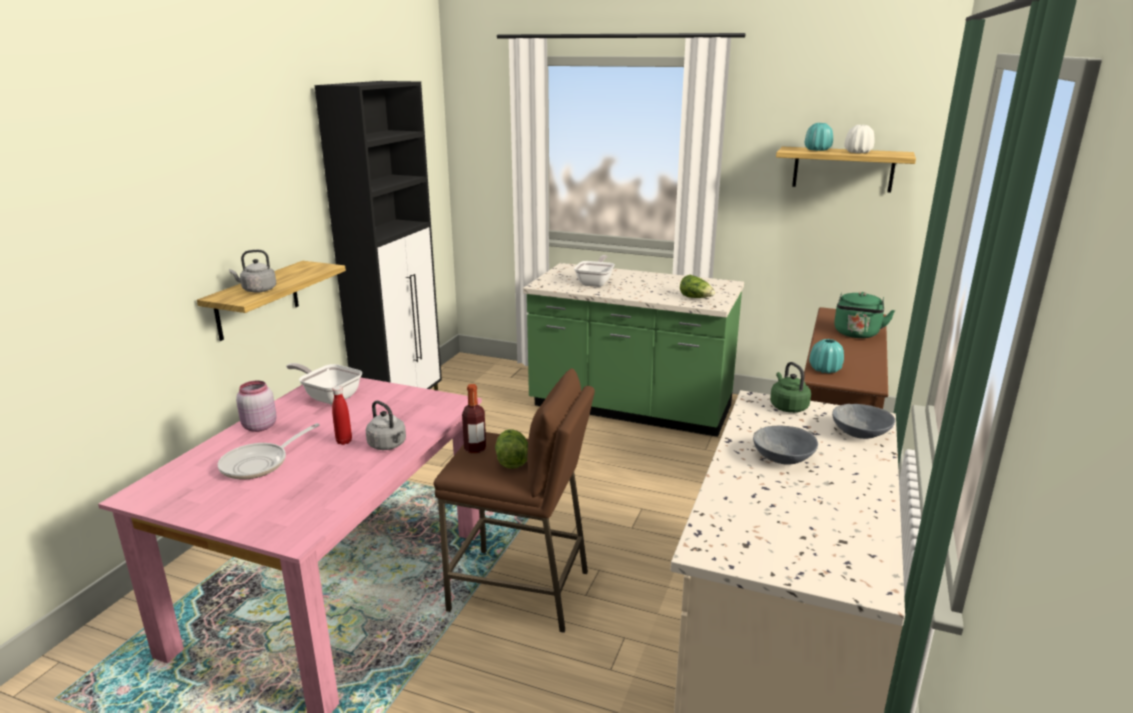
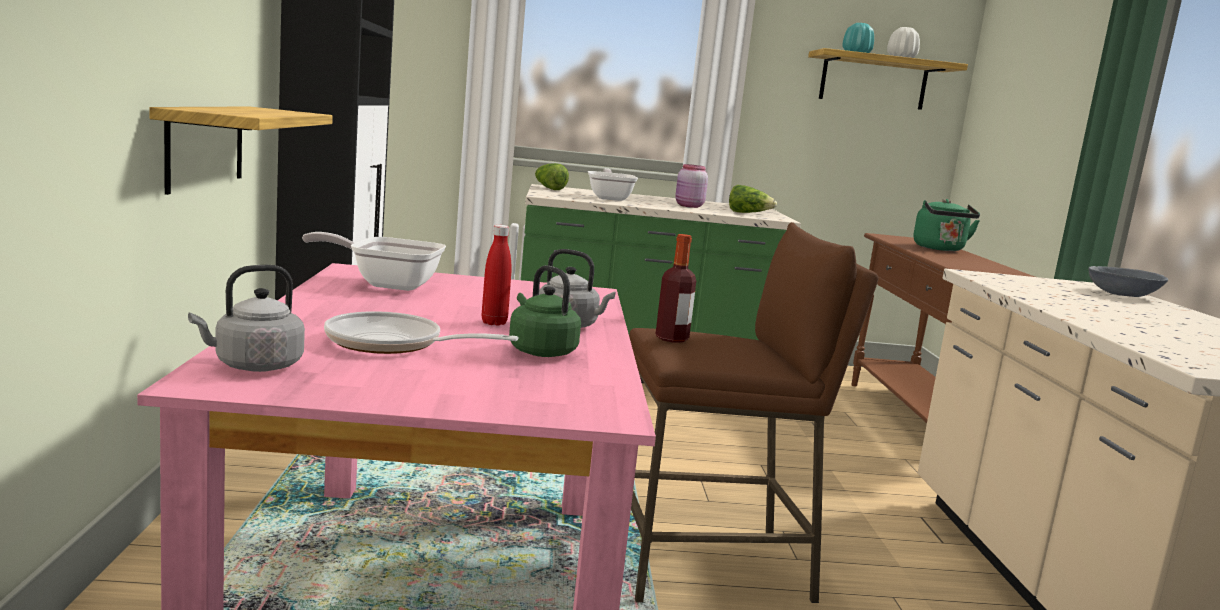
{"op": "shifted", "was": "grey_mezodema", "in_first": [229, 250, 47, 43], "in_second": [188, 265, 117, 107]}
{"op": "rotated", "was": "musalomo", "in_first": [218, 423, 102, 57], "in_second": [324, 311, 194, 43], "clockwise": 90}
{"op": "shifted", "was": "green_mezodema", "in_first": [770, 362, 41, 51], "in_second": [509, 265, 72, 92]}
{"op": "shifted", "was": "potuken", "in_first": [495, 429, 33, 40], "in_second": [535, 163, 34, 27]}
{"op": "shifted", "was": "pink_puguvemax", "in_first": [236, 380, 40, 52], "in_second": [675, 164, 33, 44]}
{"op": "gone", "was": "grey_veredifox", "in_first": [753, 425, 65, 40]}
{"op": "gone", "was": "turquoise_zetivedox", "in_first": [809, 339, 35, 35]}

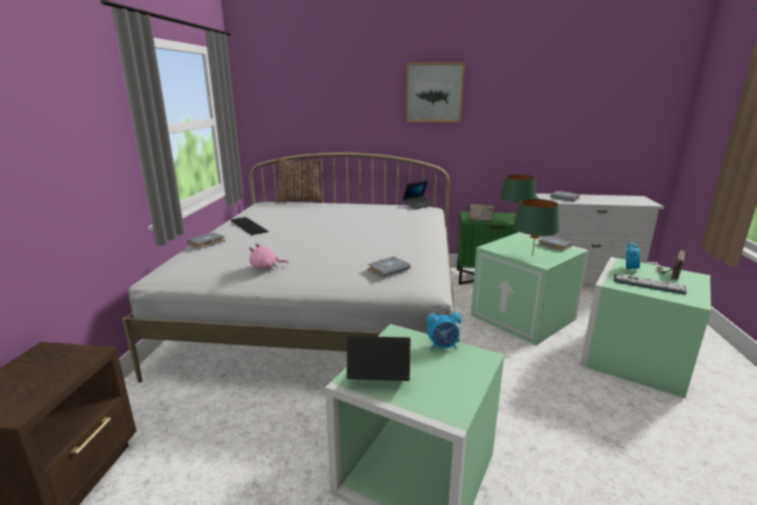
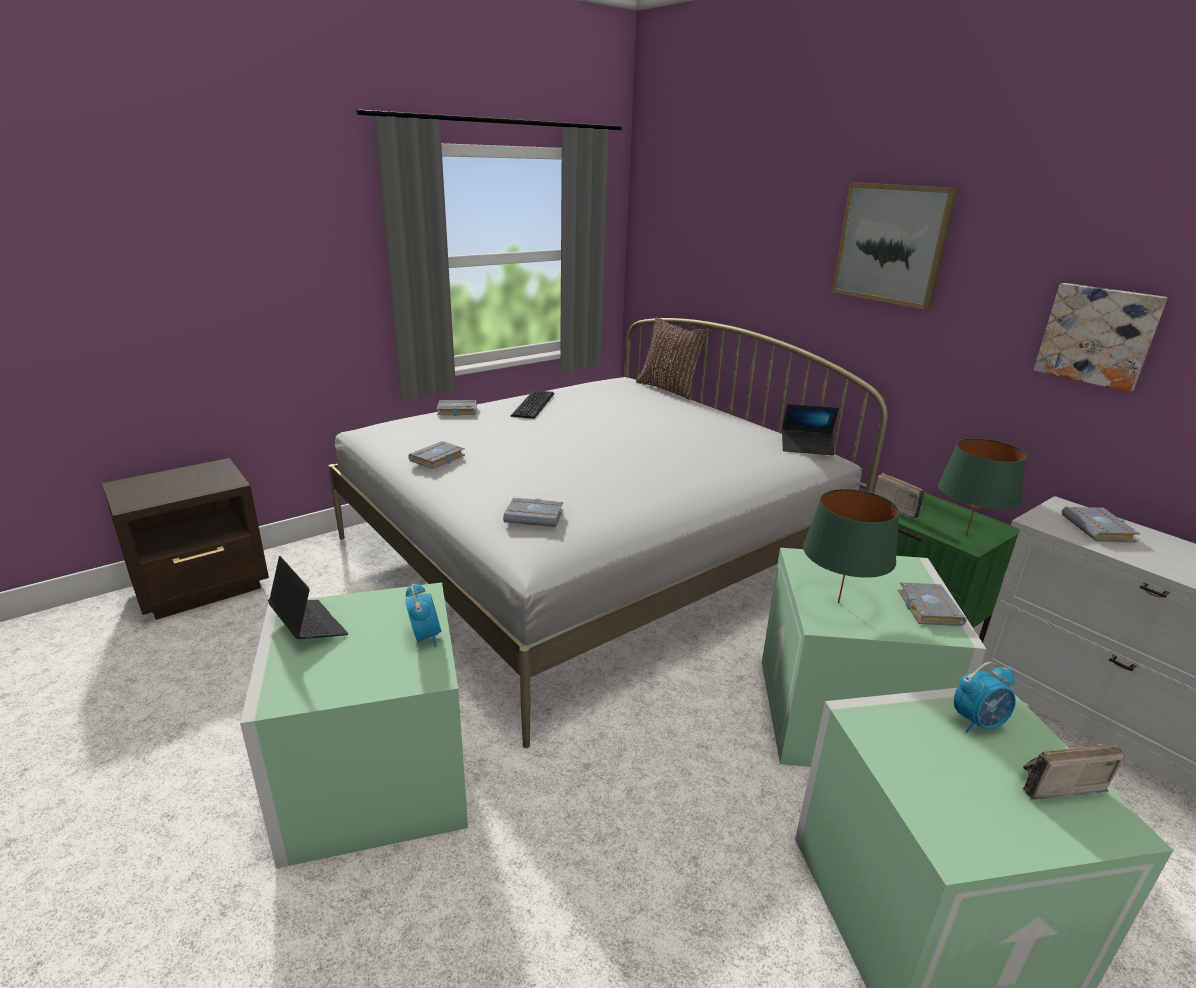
{"op": "rotated", "was": "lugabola", "in_first": [426, 307, 35, 43], "in_second": [405, 583, 37, 64], "clockwise": -150}
{"op": "swapped", "was": "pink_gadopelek", "now": "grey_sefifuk", "in_first": [249, 243, 39, 26], "in_second": [408, 441, 57, 28]}
{"op": "new", "now": "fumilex", "in_second": [1034, 283, 134, 109]}
{"op": "gone", "was": "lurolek", "in_first": [614, 274, 73, 21]}

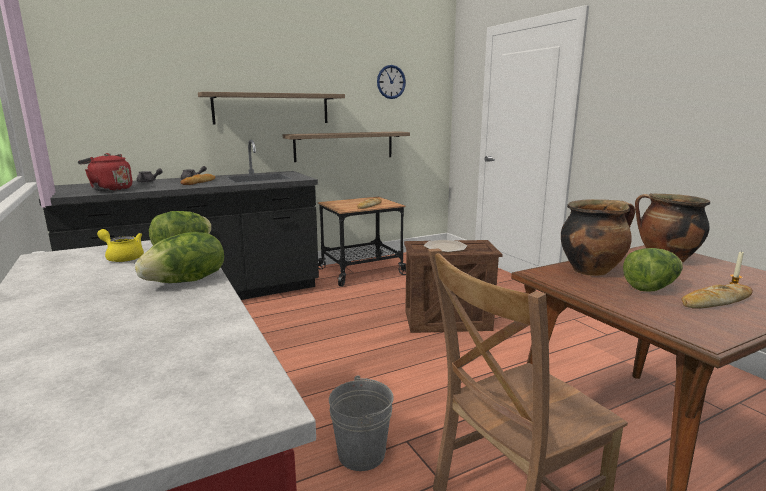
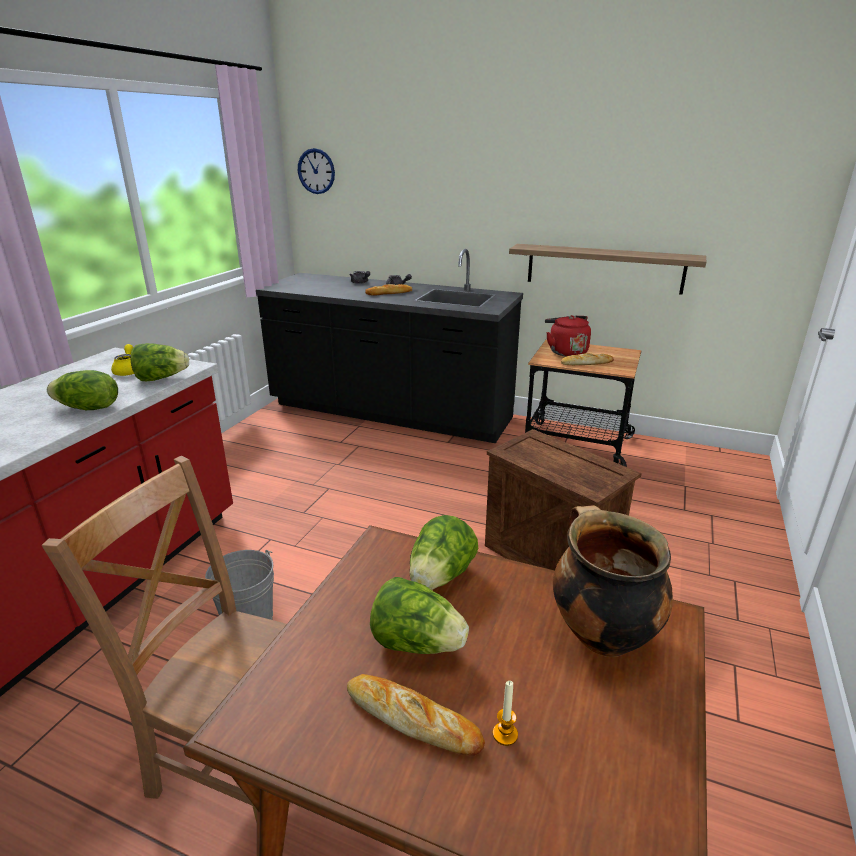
{"op": "shifted", "was": "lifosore", "in_first": [377, 65, 29, 34], "in_second": [298, 148, 37, 46]}
{"op": "swapped", "was": "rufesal", "now": "potuken", "in_first": [561, 199, 74, 77], "in_second": [409, 515, 69, 75]}
{"op": "shifted", "was": "red_mezodema", "in_first": [78, 153, 54, 39], "in_second": [545, 315, 46, 42]}
{"op": "gone", "was": "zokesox", "in_first": [198, 92, 147, 32]}
{"op": "gone", "was": "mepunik", "in_first": [424, 240, 43, 12]}

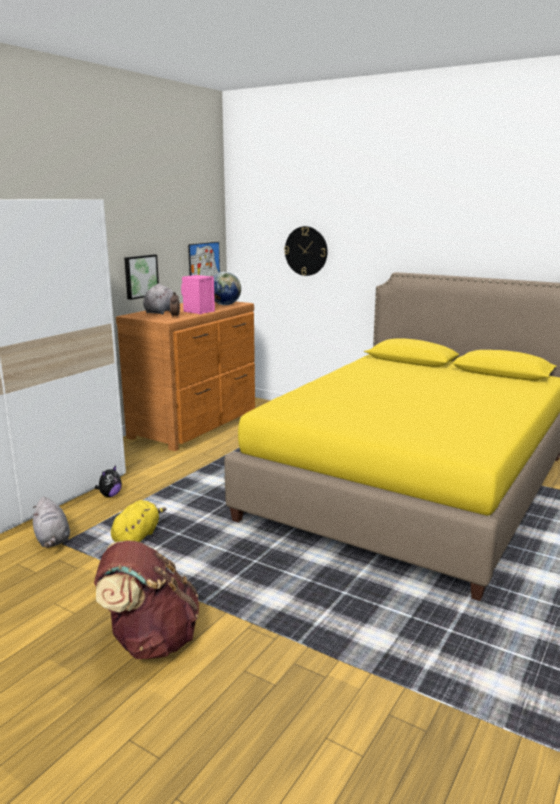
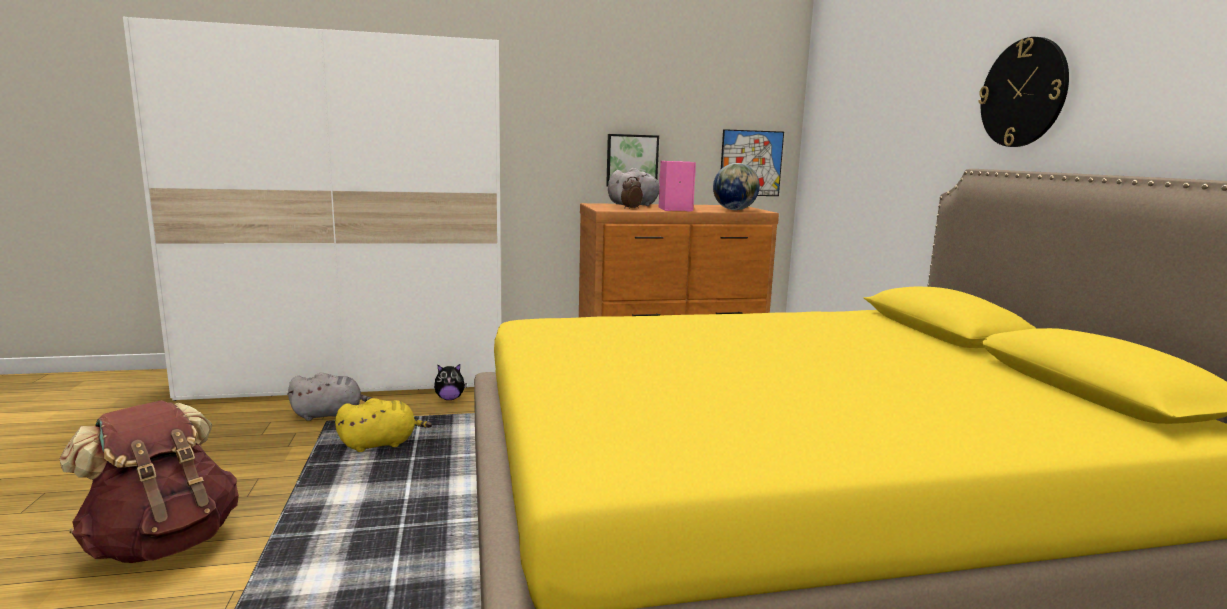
{"op": "rotated", "was": "grey_gadopelek", "in_first": [33, 497, 37, 51], "in_second": [287, 373, 85, 48], "clockwise": -120}
{"op": "shifted", "was": "lifosore", "in_first": [284, 226, 44, 50], "in_second": [978, 37, 91, 110]}

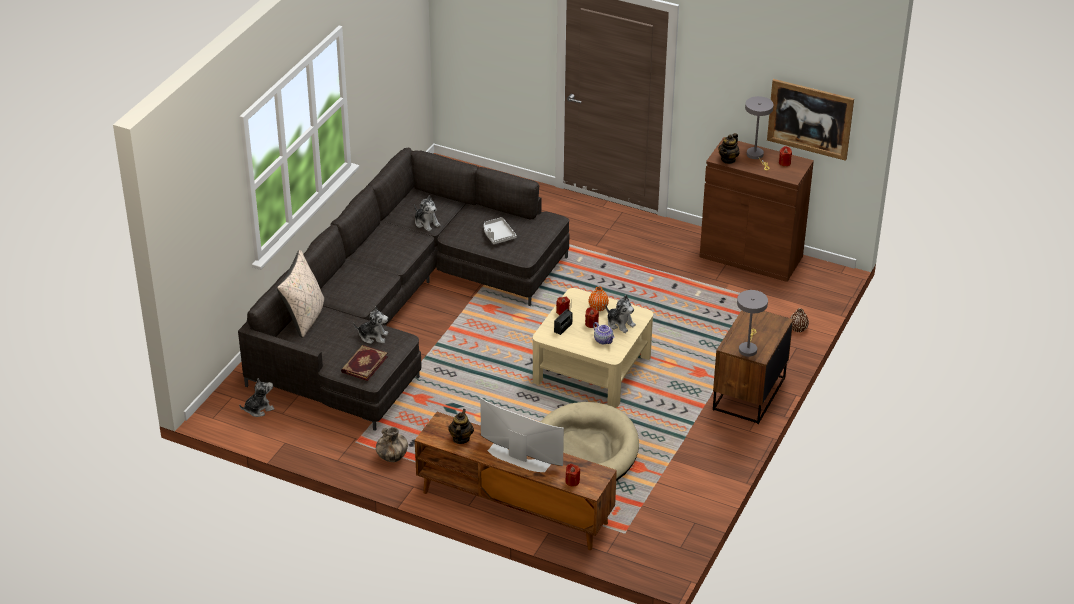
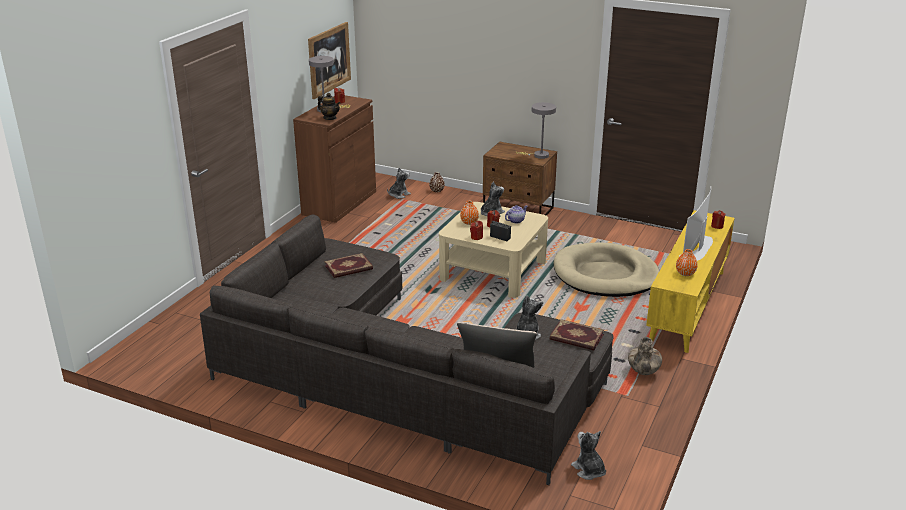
{"op": "swapped", "was": "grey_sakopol", "now": "sefifuk", "in_first": [484, 217, 32, 27], "in_second": [324, 253, 49, 25]}
{"op": "shifted", "was": "gadopelek", "in_first": [414, 195, 26, 37], "in_second": [387, 167, 24, 32]}
{"op": "repainted", "was": "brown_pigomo", "now": "yellow_pigomo", "in_first": [415, 412, 202, 138], "in_second": [646, 210, 89, 143]}
{"op": "swapped", "was": "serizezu", "now": "orange_zetivedox", "in_first": [448, 409, 26, 35], "in_second": [676, 249, 22, 27]}

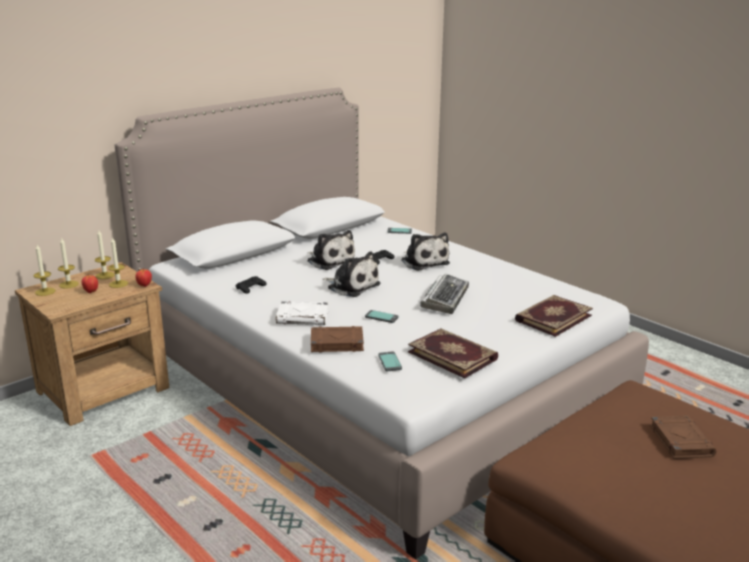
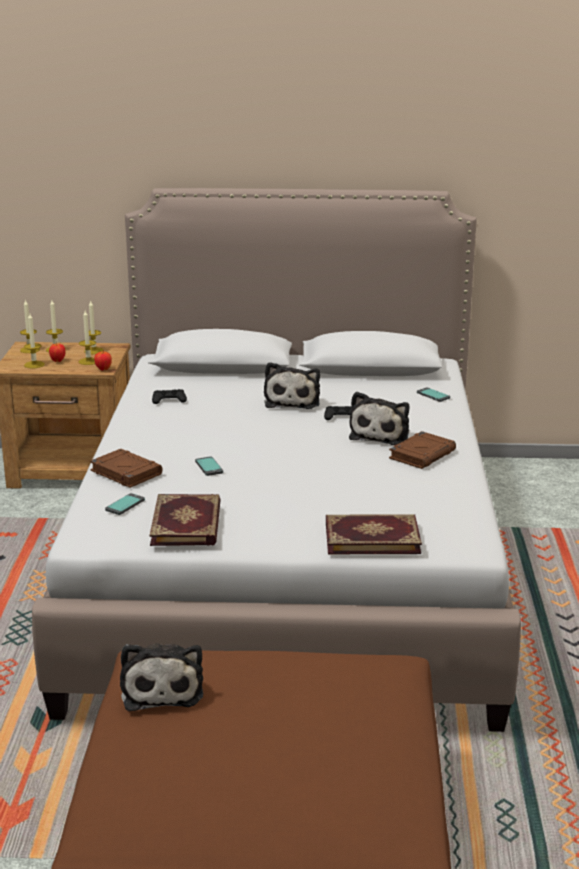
{"op": "new", "now": "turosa", "in_second": [24, 314, 21, 54]}
{"op": "shifted", "was": "gadopelek", "in_first": [323, 251, 58, 46], "in_second": [120, 643, 83, 68]}
{"op": "shifted", "was": "brown_sefifuk", "in_first": [650, 415, 66, 44], "in_second": [389, 431, 67, 38]}
{"op": "gone", "was": "white_sefifuk", "in_first": [276, 301, 53, 24]}
{"op": "gone", "was": "lurolek", "in_first": [420, 273, 49, 41]}

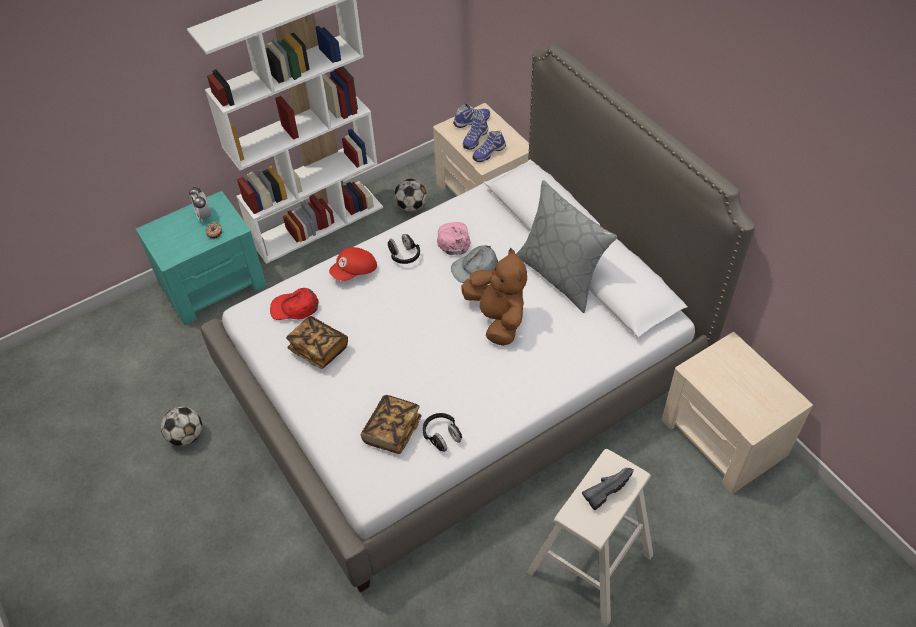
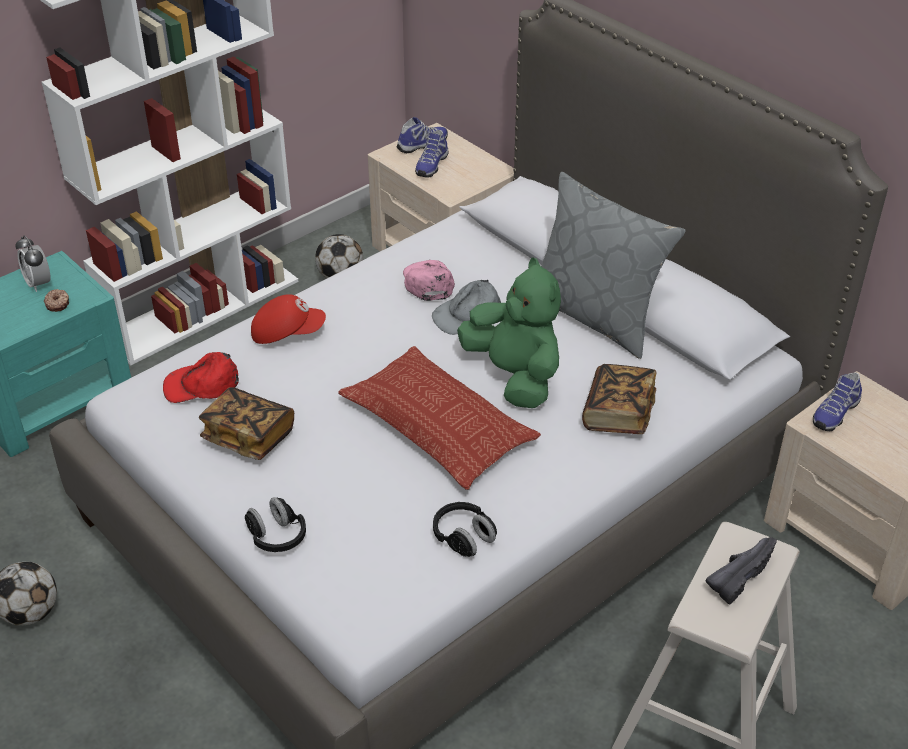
{"op": "shifted", "was": "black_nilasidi", "in_first": [388, 234, 32, 30], "in_second": [245, 497, 61, 55]}
{"op": "rotated", "was": "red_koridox", "in_first": [329, 247, 48, 34], "in_second": [251, 294, 75, 50], "clockwise": -135}
{"op": "new", "now": "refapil", "in_second": [338, 346, 203, 144]}
{"op": "repainted", "was": "brown_gadopelek", "now": "green_gadopelek", "in_first": [461, 248, 66, 98], "in_second": [457, 257, 104, 151]}
{"op": "shifted", "was": "sefifuk", "in_first": [361, 395, 61, 59], "in_second": [582, 364, 74, 70]}
{"op": "shifted", "was": "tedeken", "in_first": [472, 131, 34, 31], "in_second": [813, 372, 49, 59]}

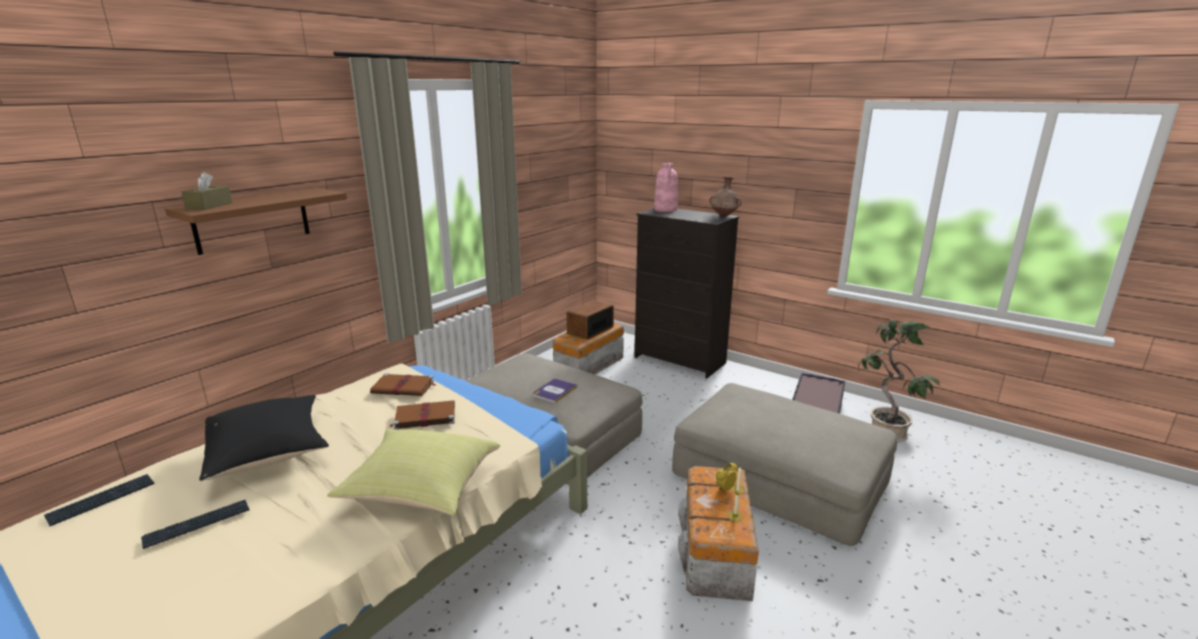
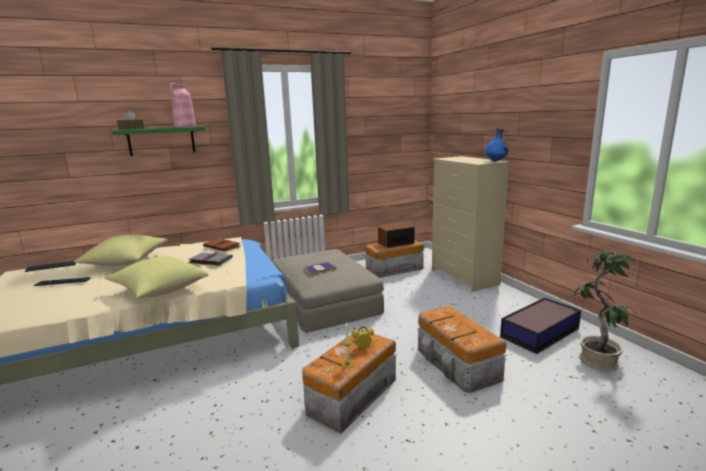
{"op": "repainted", "was": "black_refapil", "now": "yellow_refapil", "in_first": [199, 395, 130, 86], "in_second": [74, 235, 93, 31]}
{"op": "repainted", "was": "brown_zokesox", "now": "green_zokesox", "in_first": [165, 188, 182, 67], "in_second": [112, 126, 93, 30]}
{"op": "shifted", "was": "pink_zetivedox", "in_first": [654, 163, 24, 49], "in_second": [170, 83, 26, 45]}
{"op": "repainted", "was": "brown_sefifuk", "now": "grey_sefifuk", "in_first": [390, 400, 65, 30], "in_second": [188, 253, 45, 13]}
{"op": "swapped", "was": "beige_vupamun", "now": "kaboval", "in_first": [672, 383, 225, 163], "in_second": [418, 305, 88, 88]}
{"op": "repainted", "was": "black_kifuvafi", "now": "beige_kifuvafi", "in_first": [635, 208, 104, 171], "in_second": [432, 156, 77, 136]}
{"op": "repainted", "was": "brown_zetivedox", "now": "blue_zetivedox", "in_first": [709, 176, 32, 41], "in_second": [486, 129, 22, 32]}

